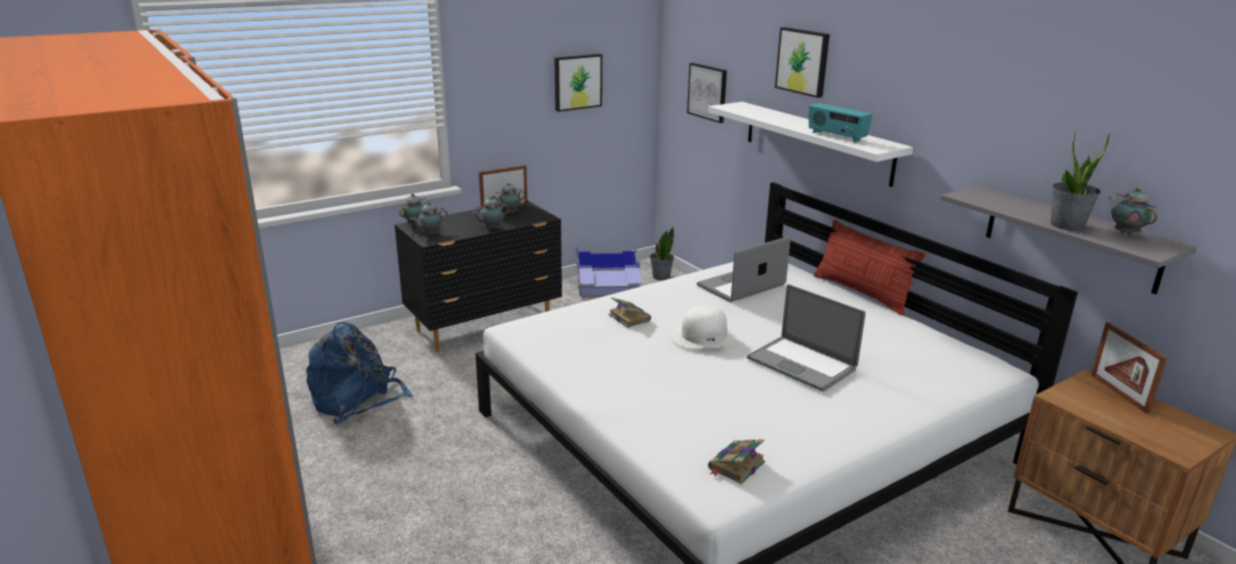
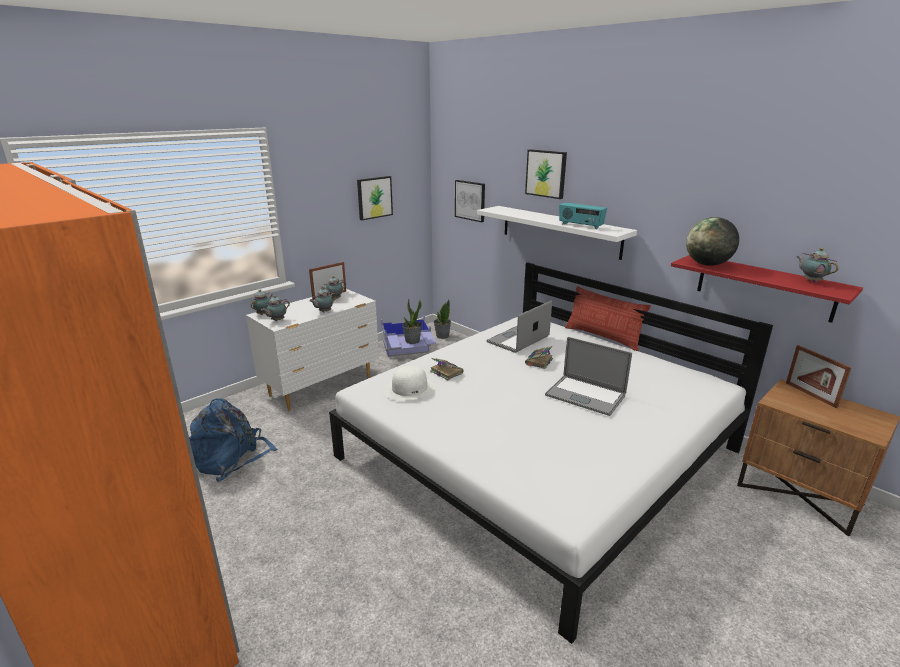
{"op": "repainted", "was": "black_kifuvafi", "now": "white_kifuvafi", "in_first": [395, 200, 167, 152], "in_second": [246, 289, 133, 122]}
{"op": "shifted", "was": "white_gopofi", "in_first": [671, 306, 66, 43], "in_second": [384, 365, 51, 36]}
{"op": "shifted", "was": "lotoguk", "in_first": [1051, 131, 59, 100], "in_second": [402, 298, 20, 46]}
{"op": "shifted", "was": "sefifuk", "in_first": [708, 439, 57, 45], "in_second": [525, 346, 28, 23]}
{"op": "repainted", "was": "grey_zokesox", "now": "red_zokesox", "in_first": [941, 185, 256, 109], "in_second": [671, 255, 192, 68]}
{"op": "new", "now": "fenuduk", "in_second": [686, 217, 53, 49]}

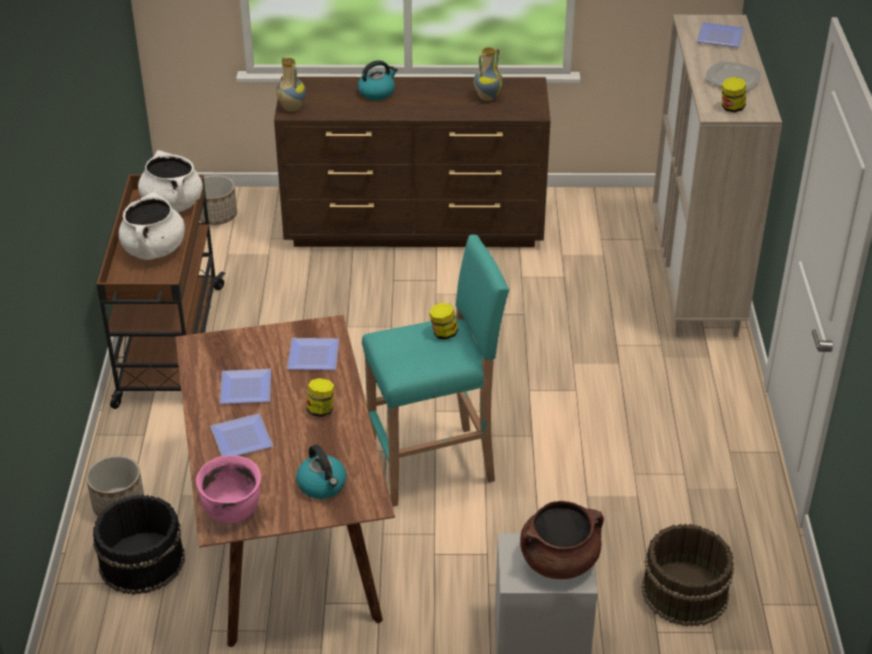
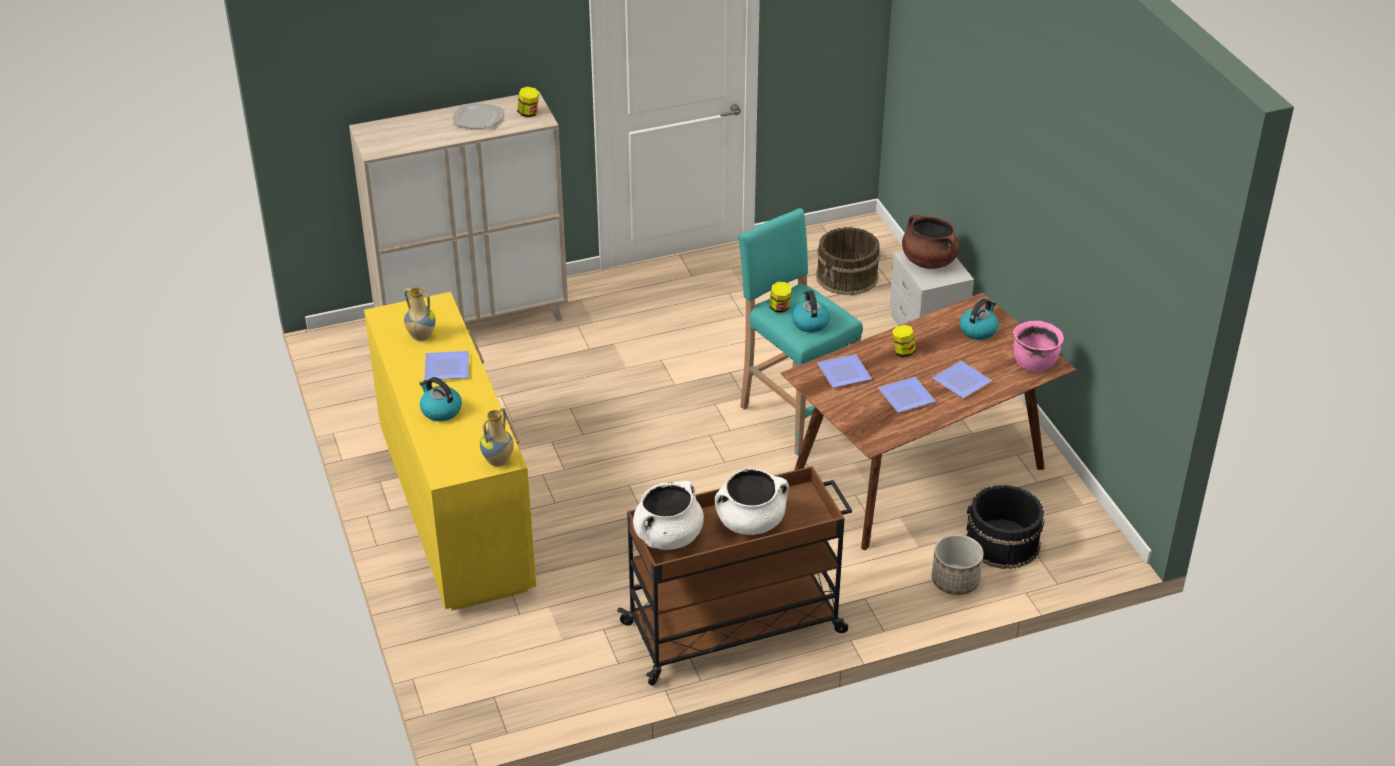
{"op": "repainted", "was": "brown_kifuvafi", "now": "yellow_kifuvafi", "in_first": [274, 77, 276, 170], "in_second": [364, 292, 172, 318]}
{"op": "shifted", "was": "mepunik", "in_first": [697, 22, 47, 25], "in_second": [424, 351, 45, 29]}
{"op": "new", "now": "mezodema", "in_second": [792, 290, 38, 42]}
{"op": "gone", "was": "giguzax", "in_first": [200, 175, 37, 50]}

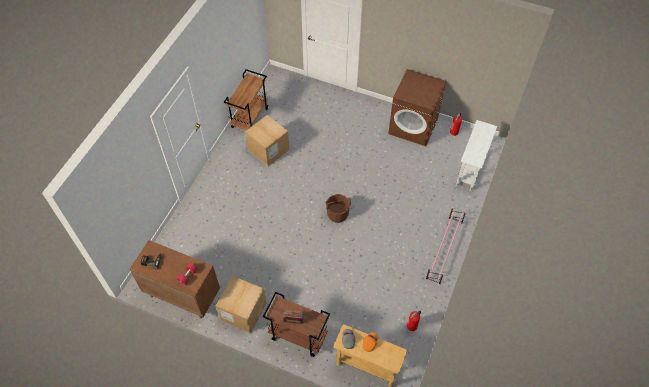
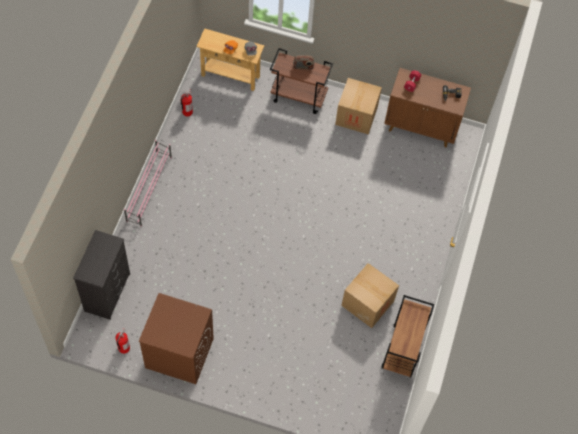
{"op": "swapped", "was": "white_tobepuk", "now": "black_kifuvafi", "in_first": [456, 120, 41, 71], "in_second": [73, 230, 57, 90]}
{"op": "gone", "was": "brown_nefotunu", "in_first": [326, 194, 25, 29]}

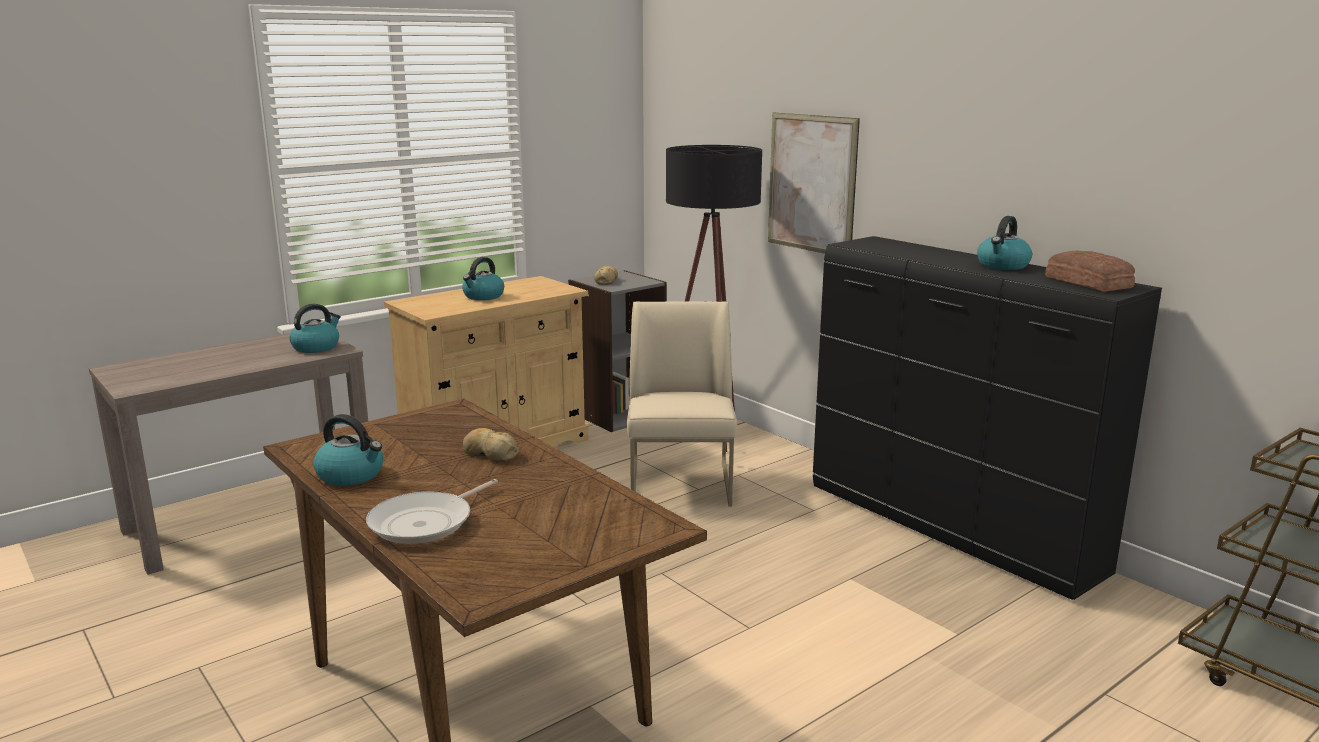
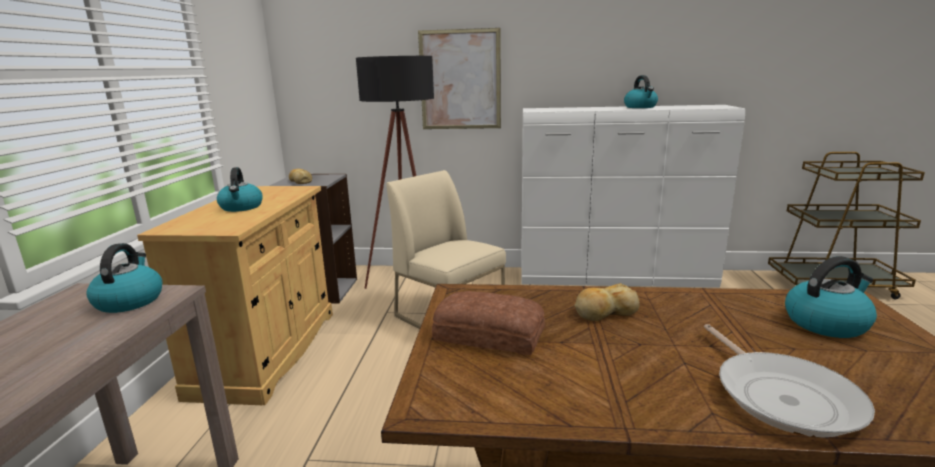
{"op": "shifted", "was": "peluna", "in_first": [1045, 251, 90, 40], "in_second": [432, 291, 113, 64]}
{"op": "repainted", "was": "black_kifuvafi", "now": "white_kifuvafi", "in_first": [813, 236, 349, 364], "in_second": [521, 105, 224, 183]}
{"op": "shifted", "was": "mezodema", "in_first": [313, 414, 71, 72], "in_second": [785, 256, 92, 82]}

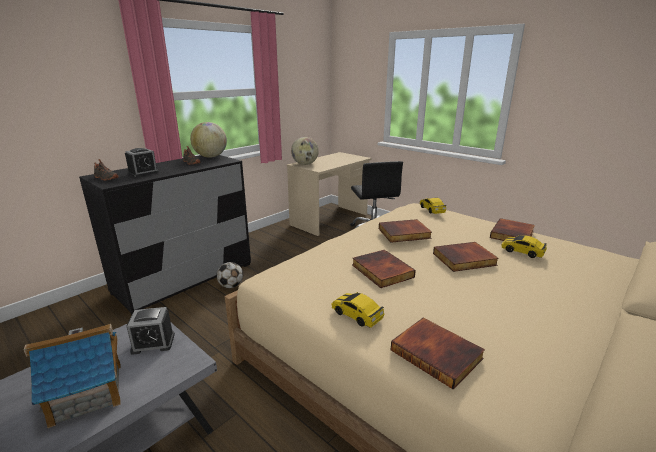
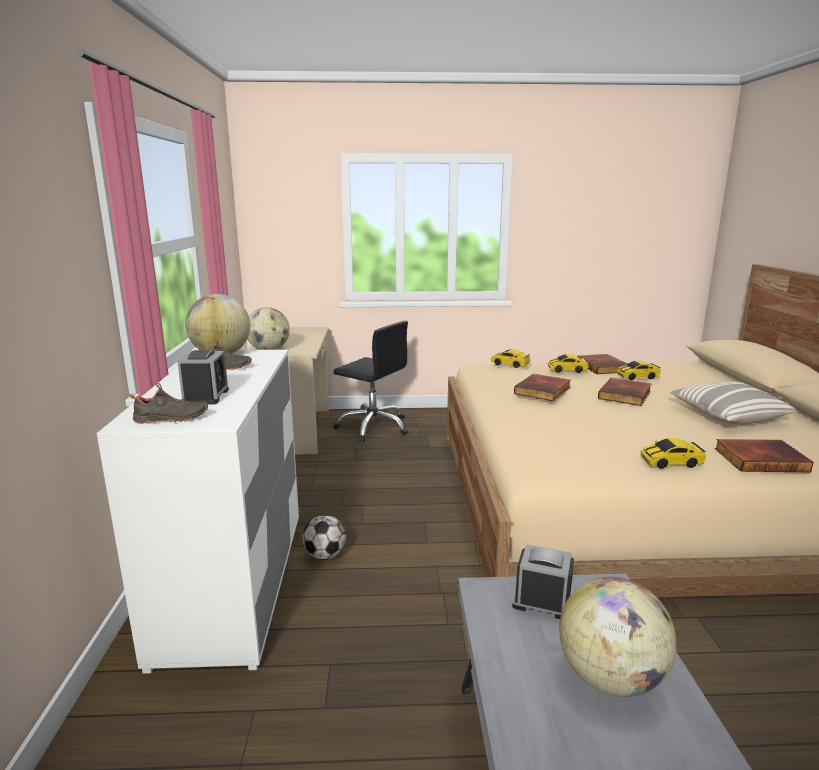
{"op": "repainted", "was": "black_kifuvafi", "now": "white_kifuvafi", "in_first": [79, 155, 172, 160], "in_second": [97, 350, 202, 324]}
{"op": "rotated", "was": "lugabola", "in_first": [127, 307, 48, 48], "in_second": [512, 544, 62, 75], "clockwise": -105}
{"op": "new", "now": "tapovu", "in_second": [548, 354, 41, 19]}
{"op": "swapped", "was": "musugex", "now": "fenuduk", "in_first": [24, 324, 97, 104], "in_second": [559, 577, 118, 120]}
{"op": "new", "now": "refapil", "in_second": [669, 381, 127, 44]}
{"op": "gone", "was": "sefifuk", "in_first": [352, 250, 64, 38]}

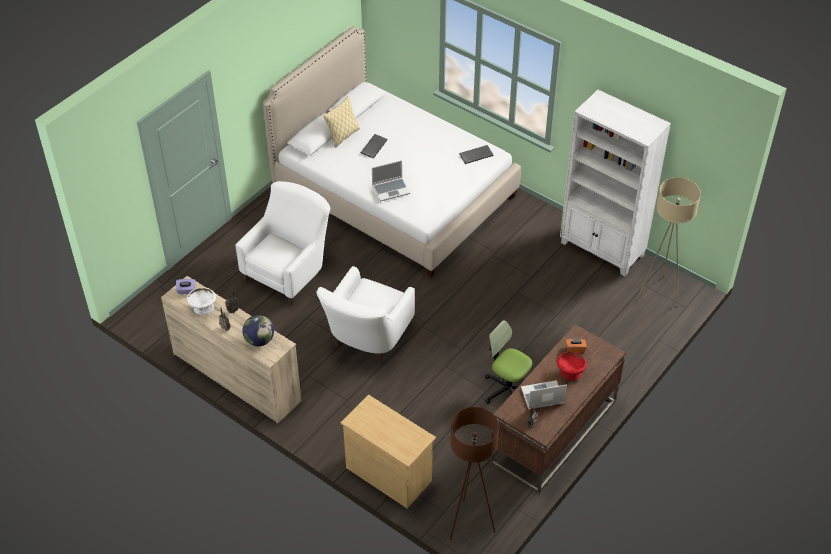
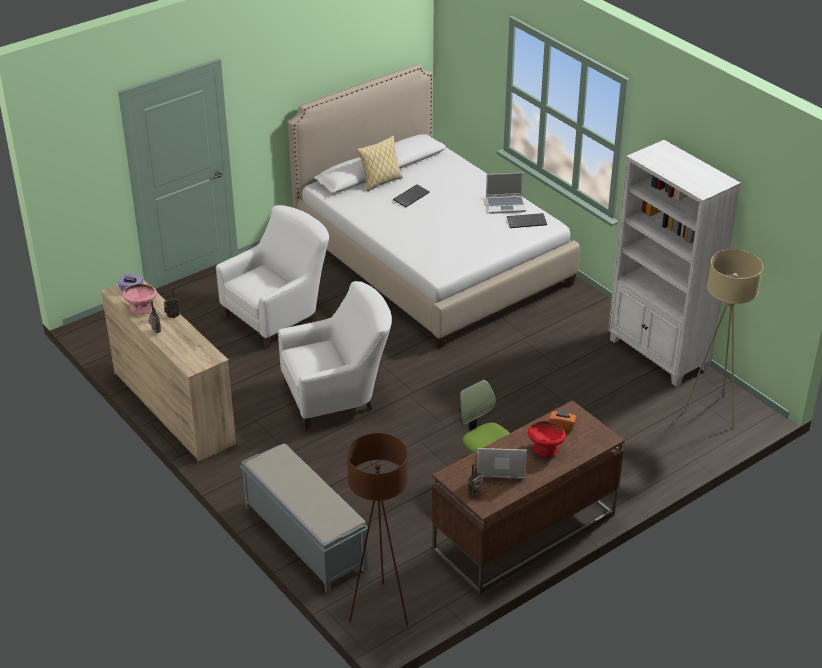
{"op": "repainted", "was": "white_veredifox", "now": "pink_veredifox", "in_first": [187, 288, 29, 27], "in_second": [122, 283, 35, 31]}
{"op": "swapped", "was": "beige_kifuvafi", "now": "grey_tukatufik", "in_first": [341, 394, 95, 114], "in_second": [240, 444, 128, 149]}
{"op": "rotated", "was": "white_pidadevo", "in_first": [316, 266, 99, 97], "in_second": [278, 281, 114, 149], "clockwise": -150}
{"op": "shifted", "was": "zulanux", "in_first": [372, 160, 38, 42], "in_second": [486, 172, 40, 42]}
{"op": "gone", "was": "fenuduk", "in_first": [243, 315, 31, 31]}

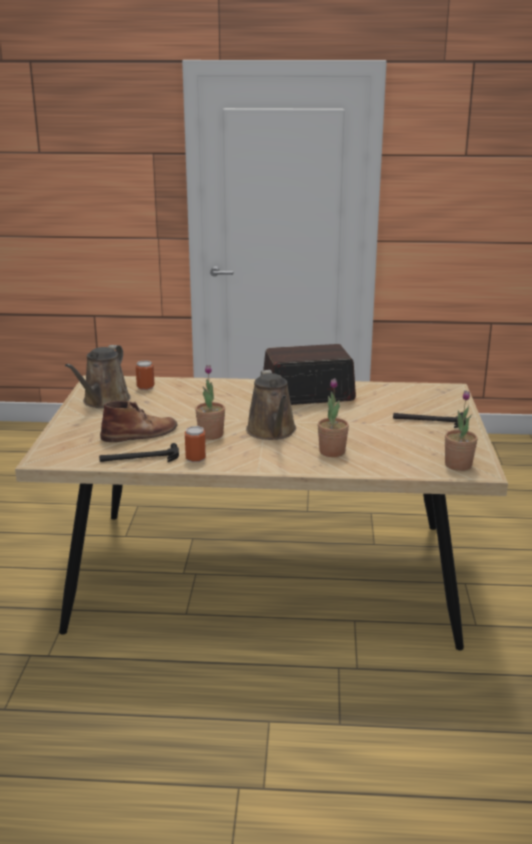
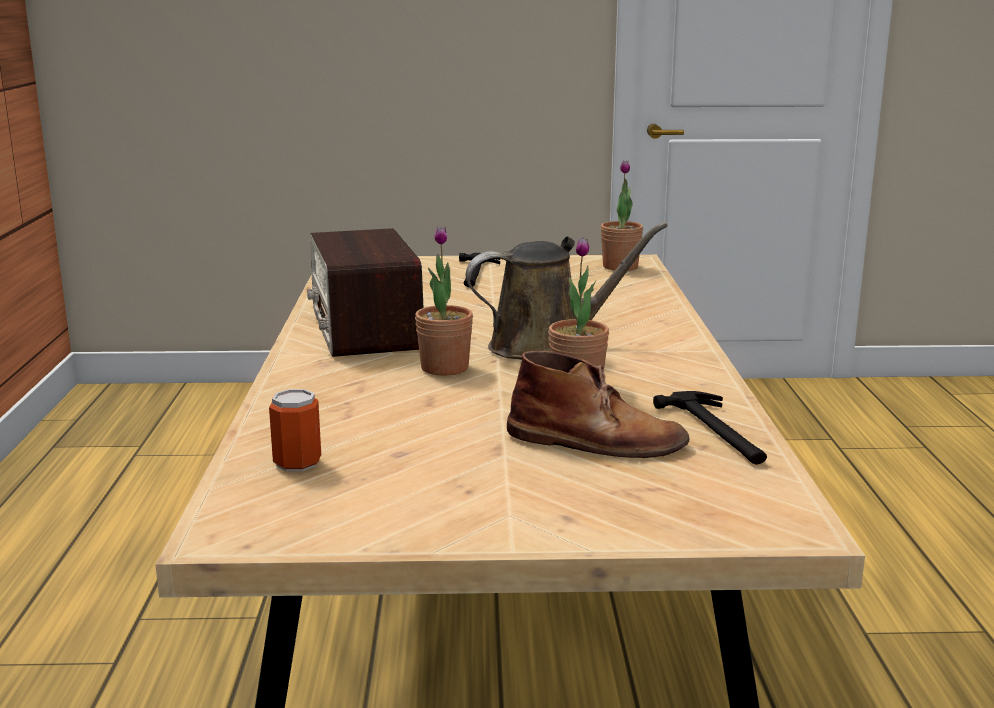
{"op": "shifted", "was": "lotoguk", "in_first": [318, 378, 31, 79], "in_second": [415, 226, 58, 150]}
{"op": "rotated", "was": "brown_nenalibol", "in_first": [100, 401, 78, 41], "in_second": [507, 350, 182, 108], "clockwise": 135}
{"op": "gone", "was": "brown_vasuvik", "in_first": [65, 345, 65, 63]}
{"op": "gone", "was": "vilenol", "in_first": [185, 426, 21, 36]}

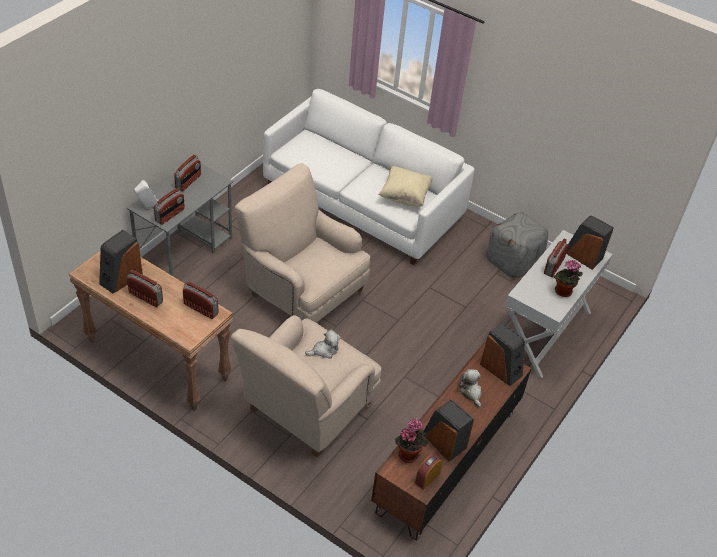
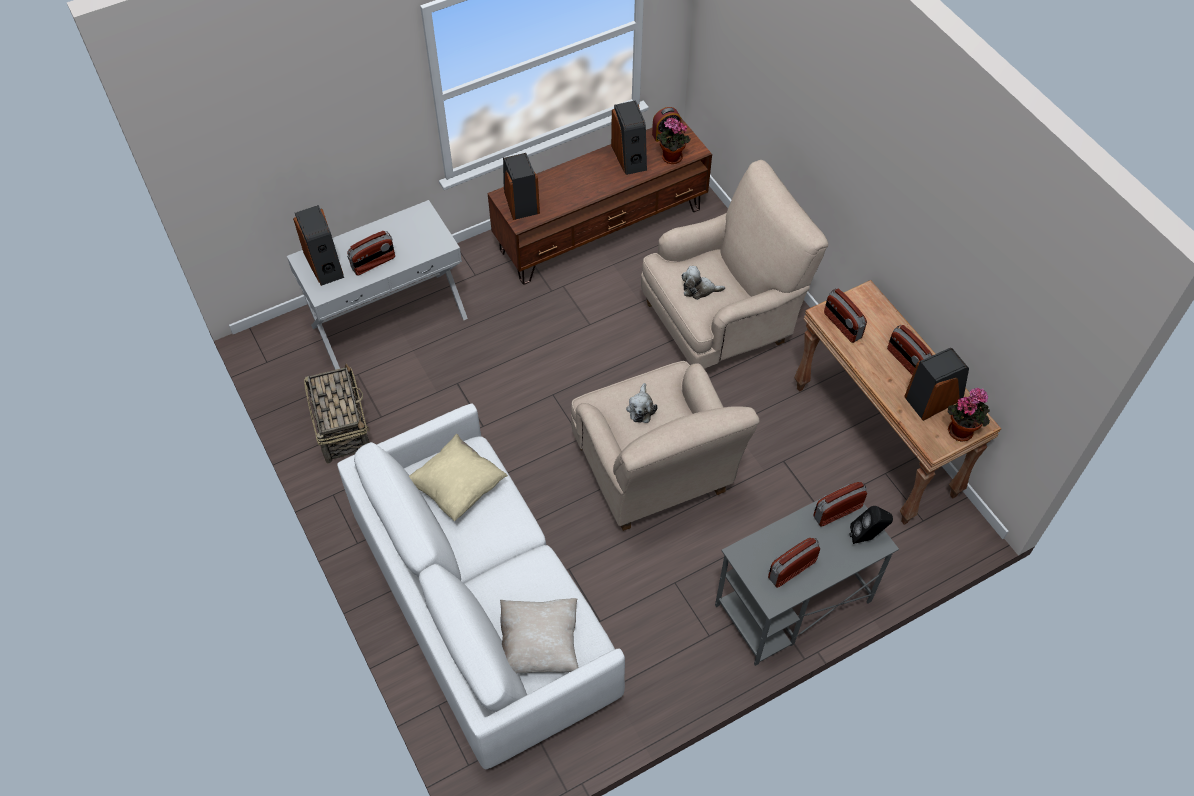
{"op": "swapped", "was": "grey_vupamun", "now": "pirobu", "in_first": [486, 212, 62, 66], "in_second": [304, 364, 65, 100]}
{"op": "new", "now": "beige_refapil", "in_second": [500, 598, 79, 75]}
{"op": "shifted", "was": "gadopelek", "in_first": [458, 369, 24, 39], "in_second": [626, 383, 32, 40]}
{"op": "repainted", "was": "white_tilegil", "now": "black_tilegil", "in_first": [134, 180, 24, 29], "in_second": [850, 506, 43, 38]}
{"op": "shifted", "was": "lotoguk", "in_first": [553, 260, 30, 37], "in_second": [948, 388, 42, 54]}

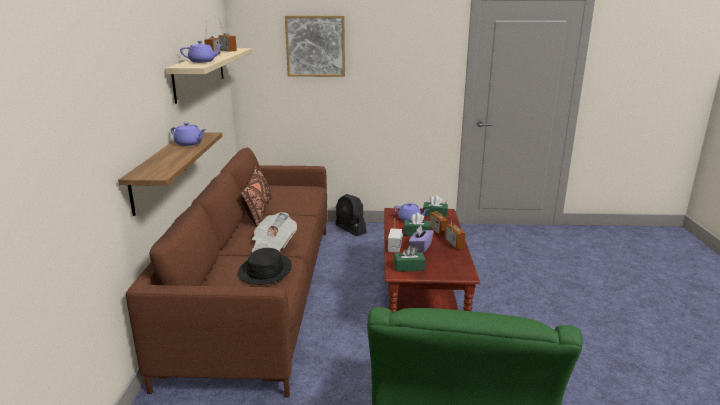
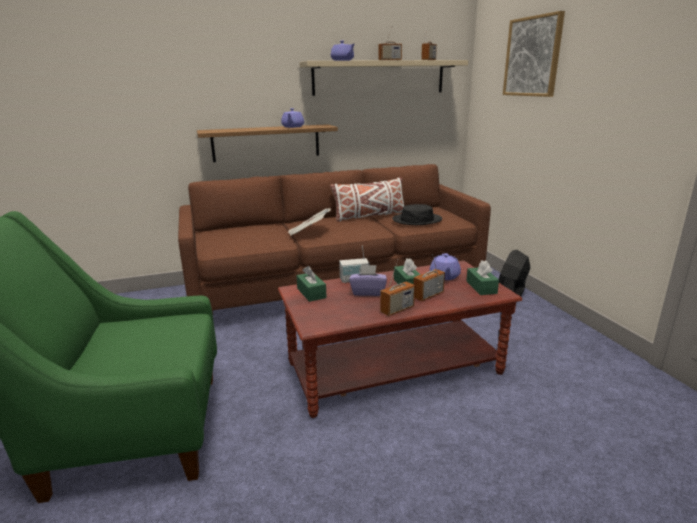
{"op": "repainted", "was": "brown_refapil", "now": "white_refapil", "in_first": [241, 167, 30, 59], "in_second": [330, 177, 74, 45]}
{"op": "shifted", "was": "black_gopofi", "in_first": [238, 248, 54, 37], "in_second": [392, 204, 50, 21]}

